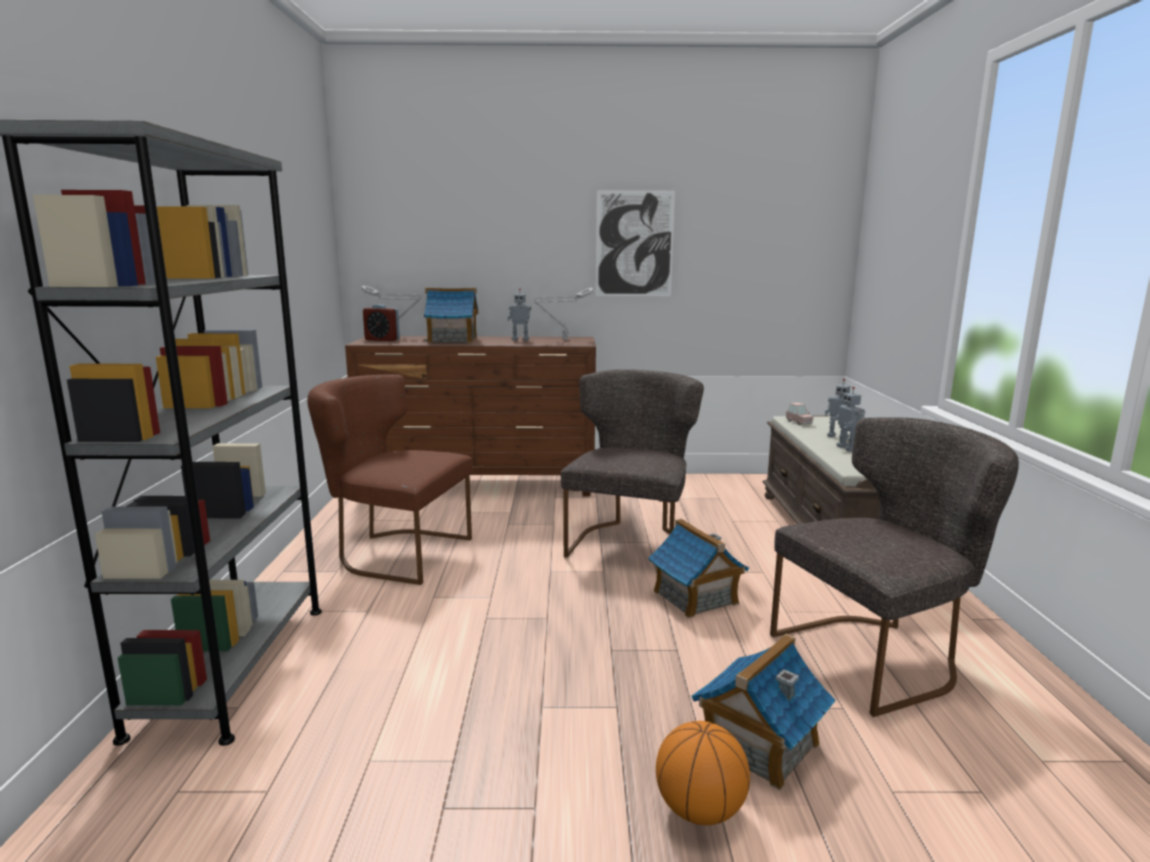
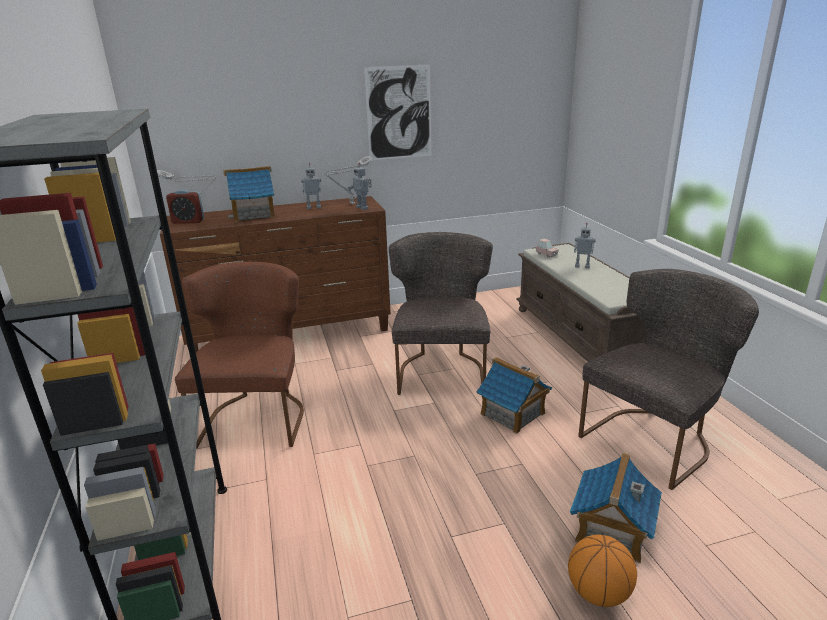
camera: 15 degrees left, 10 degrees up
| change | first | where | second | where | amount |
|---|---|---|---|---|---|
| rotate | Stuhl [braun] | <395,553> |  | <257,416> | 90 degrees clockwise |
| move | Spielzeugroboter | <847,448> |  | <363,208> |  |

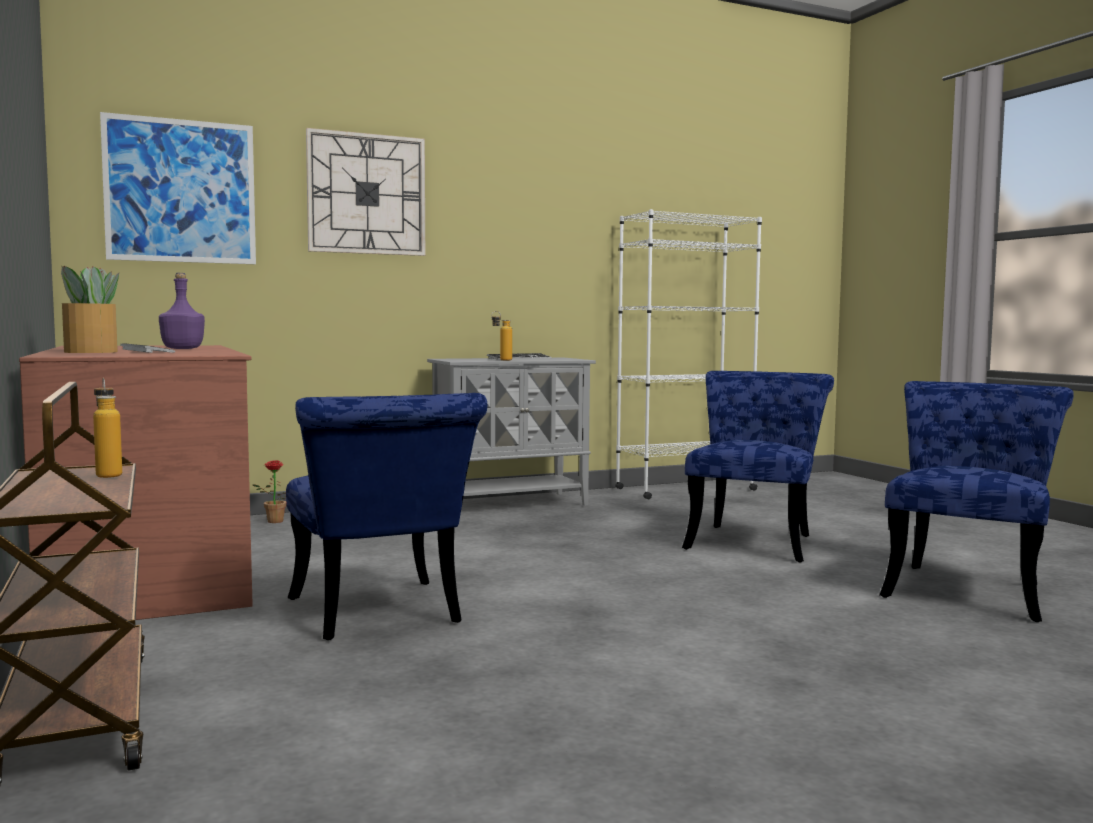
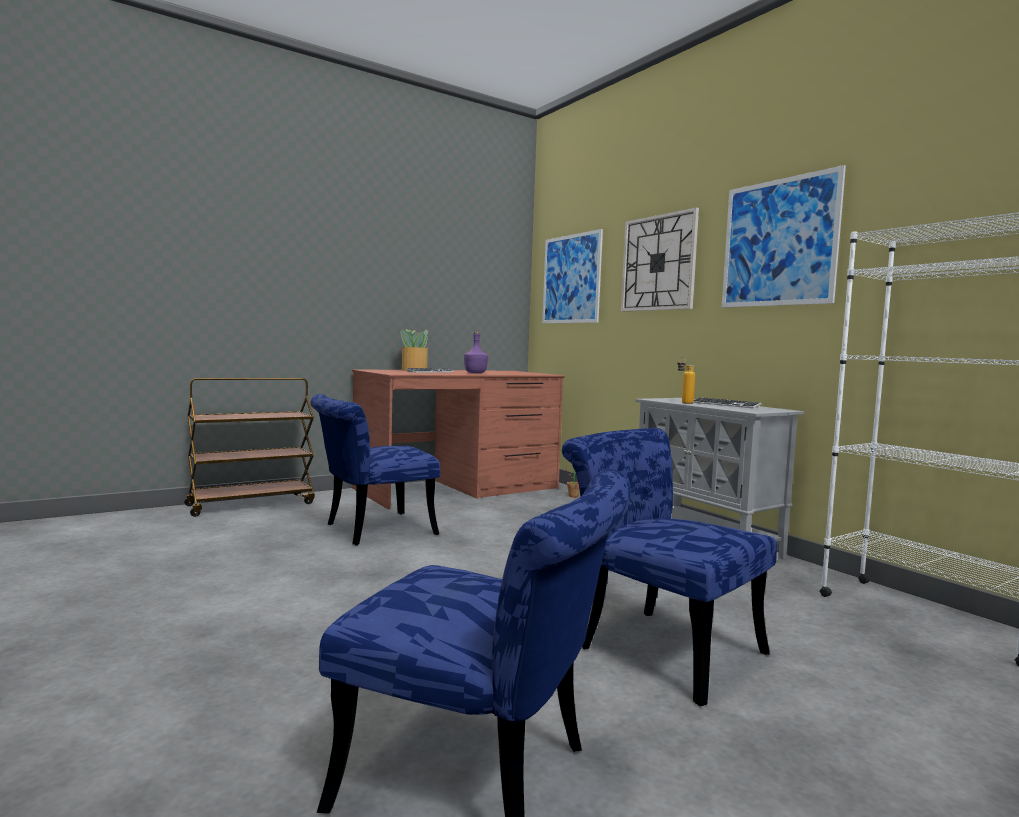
camera: 80 degrees right, 0 degrees up
| change | first | where | second | where | amount |
|---|---|---|---|---|---|
| delete | Flasche | <108,474> |  |  |  |
| rotate | Stuhl [blau] | <754,540> |  | <658,646> | 150 degrees counterclockwise |
| insert |  |  | Bild | <778,242> |  |

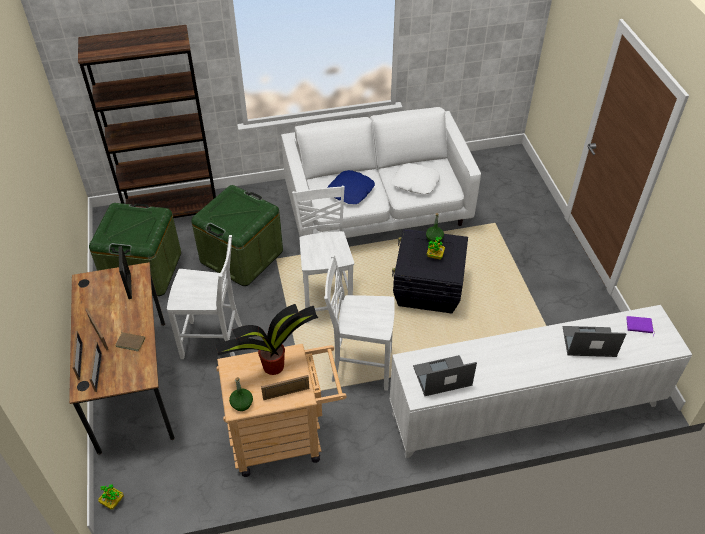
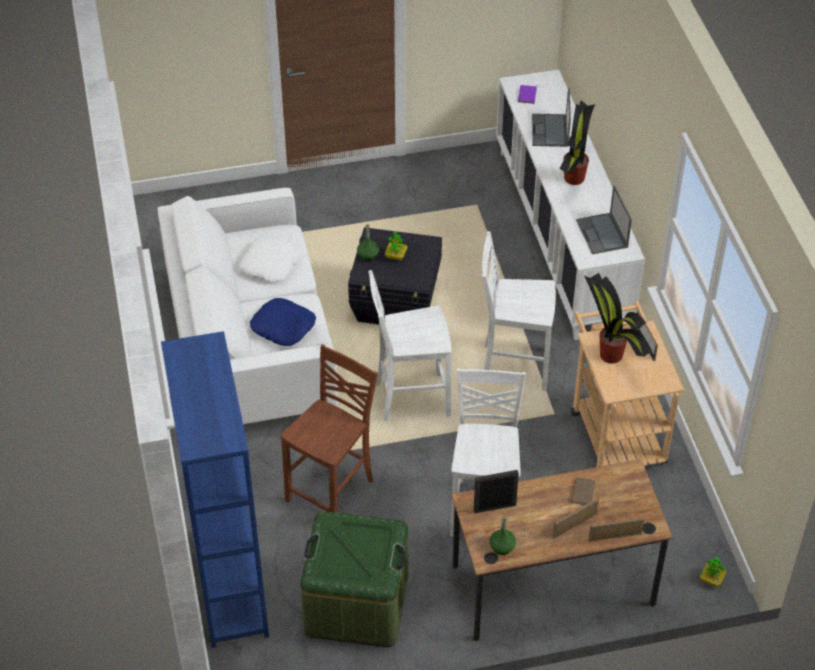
camera: 90 degrees left, 0 degrees up
| change | first | where | second | where | amount |
|---|---|---|---|---|---|
| recolor | Bücherregal [braun] | <173,209> | Bücherregal [blau] | <229,584> |  |
| delete | Bilderrahmen | <98,372> |  |  |  |
| replace | Aufbewahrungsbox [grün] | <241,256> | Stuhl [braun] | <333,490> |  |
| move | Flasche [grün] | <241,403> |  | <502,547> |  |
| rotate | Stuhl [weiß] | <360,366> |  | <513,366> | 90 degrees clockwise |
| insert |  |  | Topfpflanze | <573,179> |  |

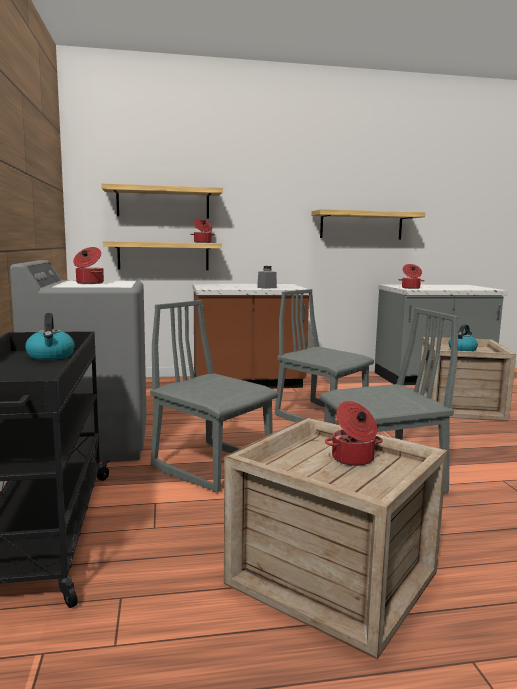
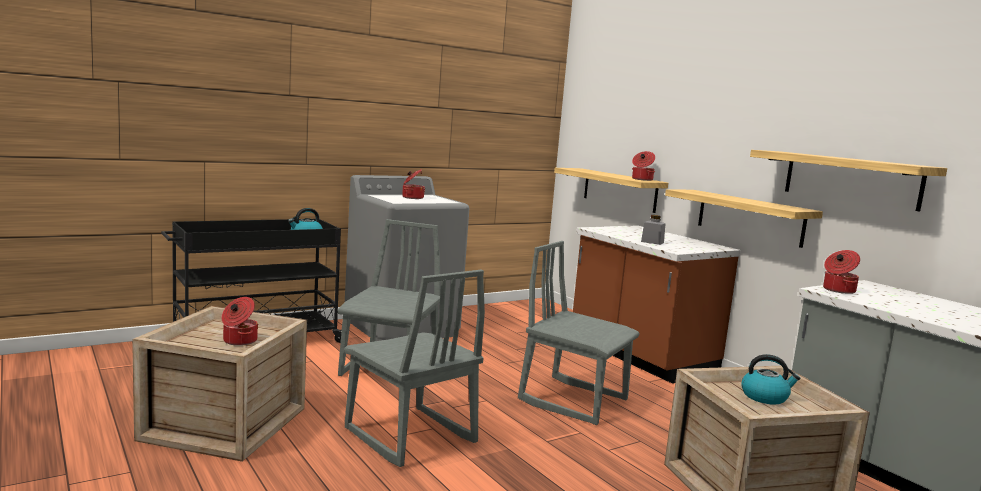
camera: 65 degrees right, 0 degrees up
| change | first | where | second | where | amount |
|---|---|---|---|---|---|
| move | Wandregal | <163,203> |  | <749,217> |  |
| rotate | Stuhl [grau] | <322,416> |  | <574,400> | 75 degrees counterclockwise |

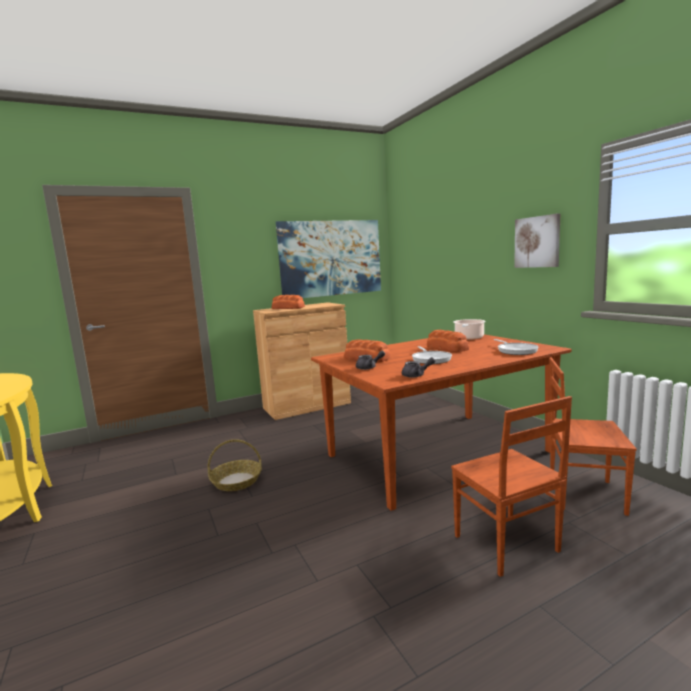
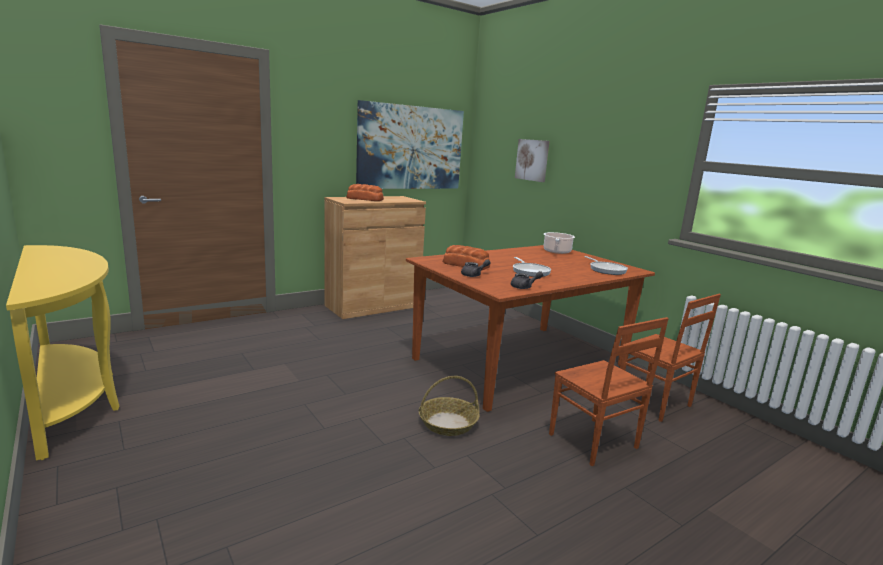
camera: 10 degrees left, 5 degrees up
| change | first | where | second | where | amount |
|---|---|---|---|---|---|
| move | Korb | <236,481> |  | <447,423> |  |
| delete | Brot | <447,348> |  |  |  |
| move | Bild | <537,242> |  | <532,160> |  |
| rotate | Stuhl [braun] | <584,494> |  | <653,403> | 135 degrees counterclockwise |

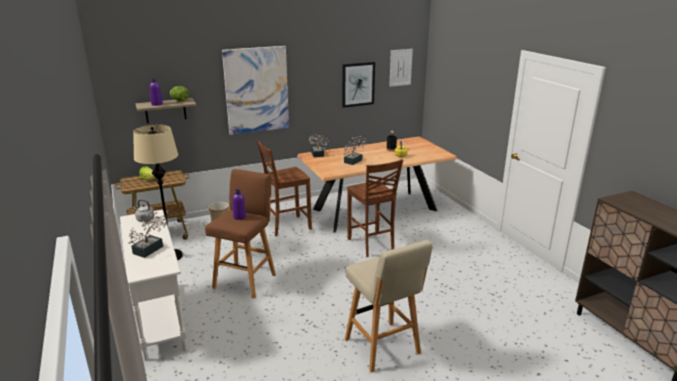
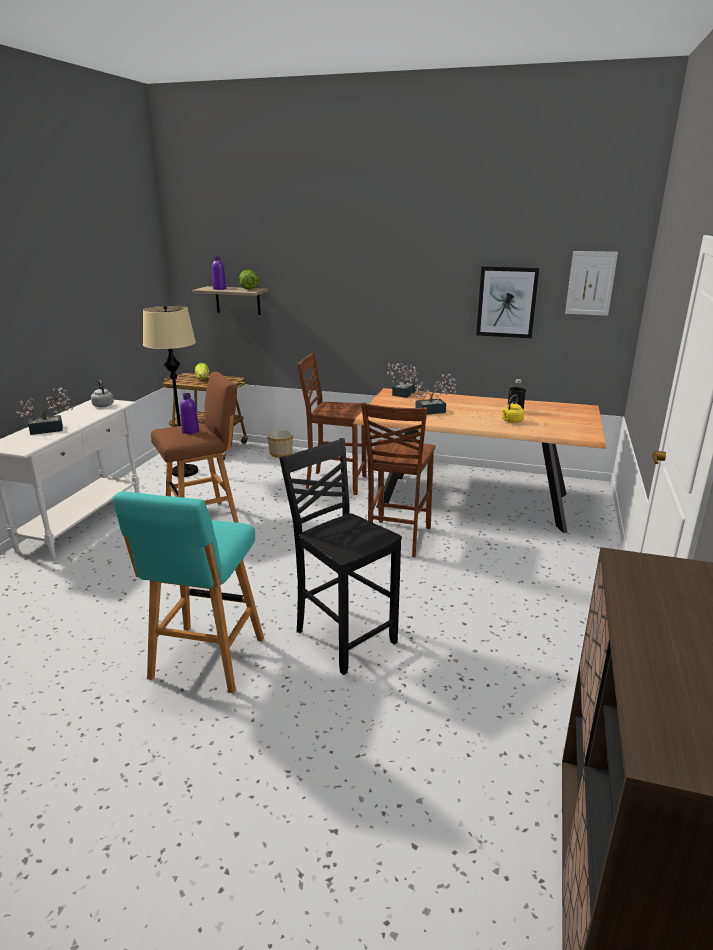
camera: 40 degrees right, 0 degrees up
| change | first | where | second | where | amount |
|---|---|---|---|---|---|
| delete | Bild | <256,90> |  |  |  |
| recolor | Hocker [beige] | <383,348> | Hocker [türkis] | <206,661> |  |
| insert |  |  | Stuhl [schwarz] | <343,636> |  |

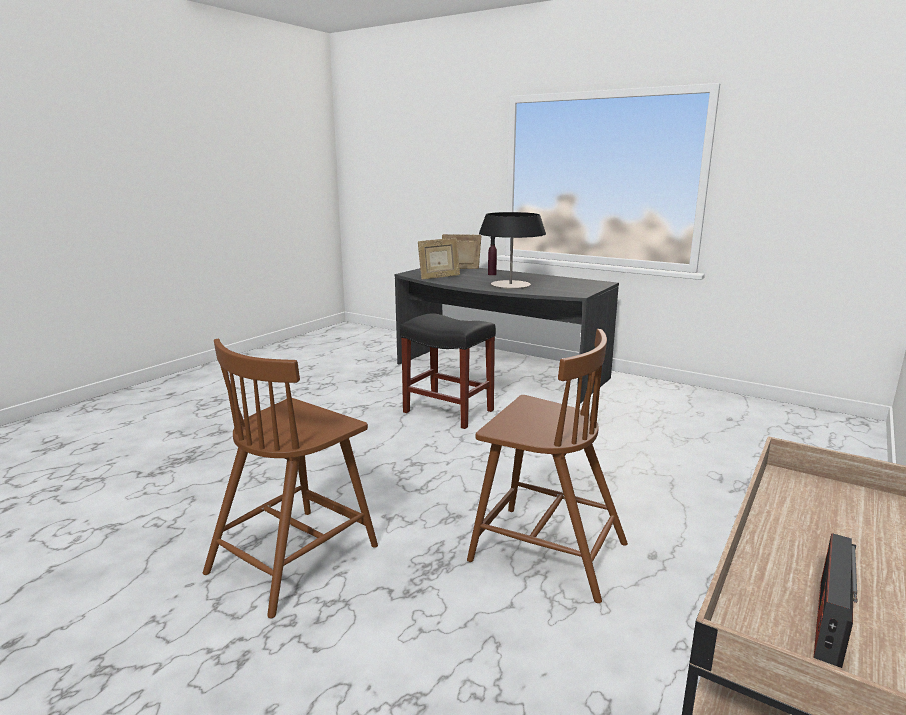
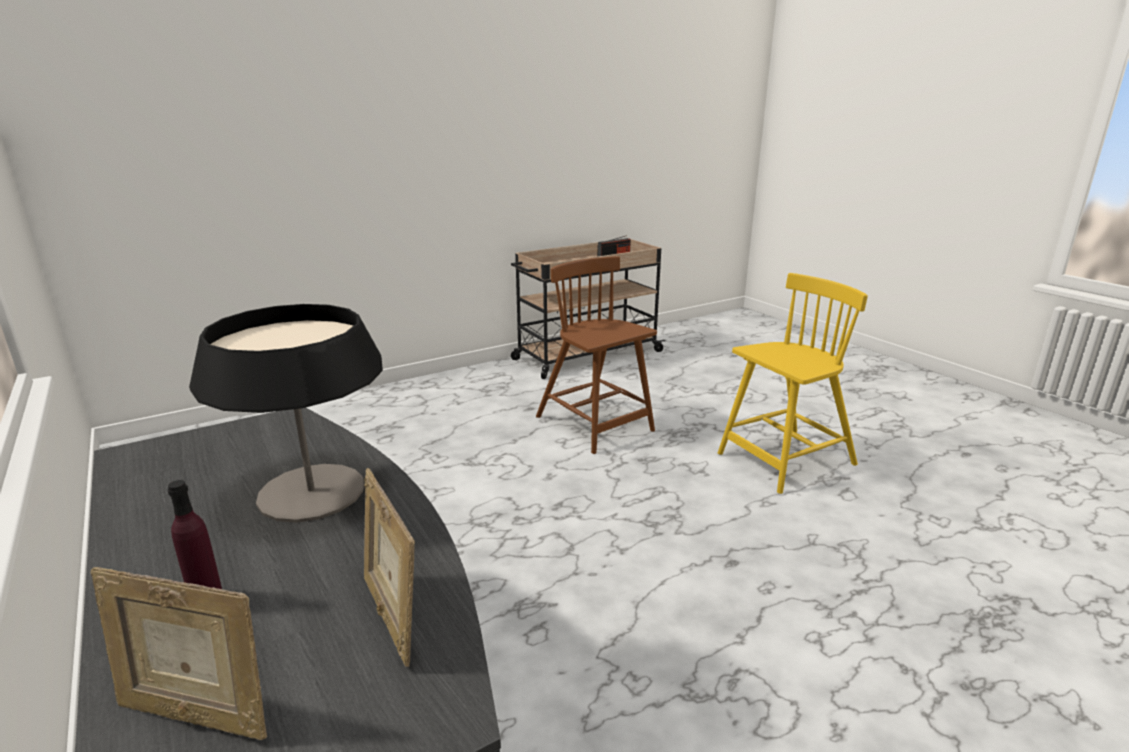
camera: 155 degrees left, 5 degrees up
| change | first | where | second | where | amount |
|---|---|---|---|---|---|
| recolor | Stuhl [braun] | <295,557> | Stuhl [gelb] | <784,460> |  |
| delete | Hocker [schwarz] | <447,411> |  |  |  |
| rotate | Bilderrahmen | <439,277> |  | <392,616> | 120 degrees counterclockwise |

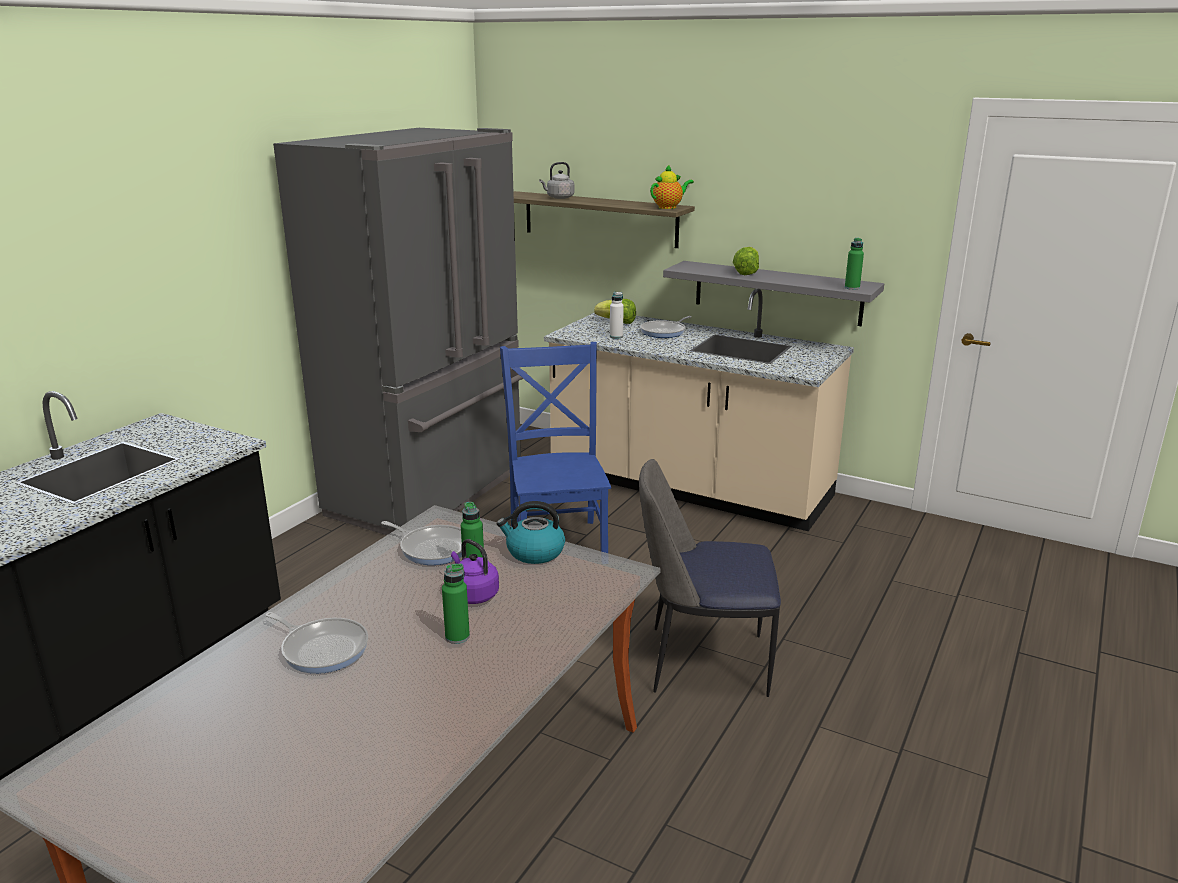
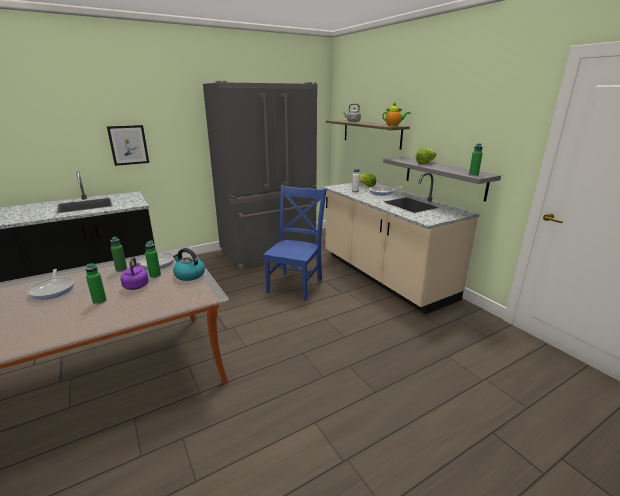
camera: 30 degrees right, 0 degrees up
| change | first | where | second | where | amount |
|---|---|---|---|---|---|
| delete | Stuhl | <703,661> |  |  |  |
| insert |  |  | Bild | <128,145> |  |
| insert |  |  | Flasche [grün] | <121,269> |  |

